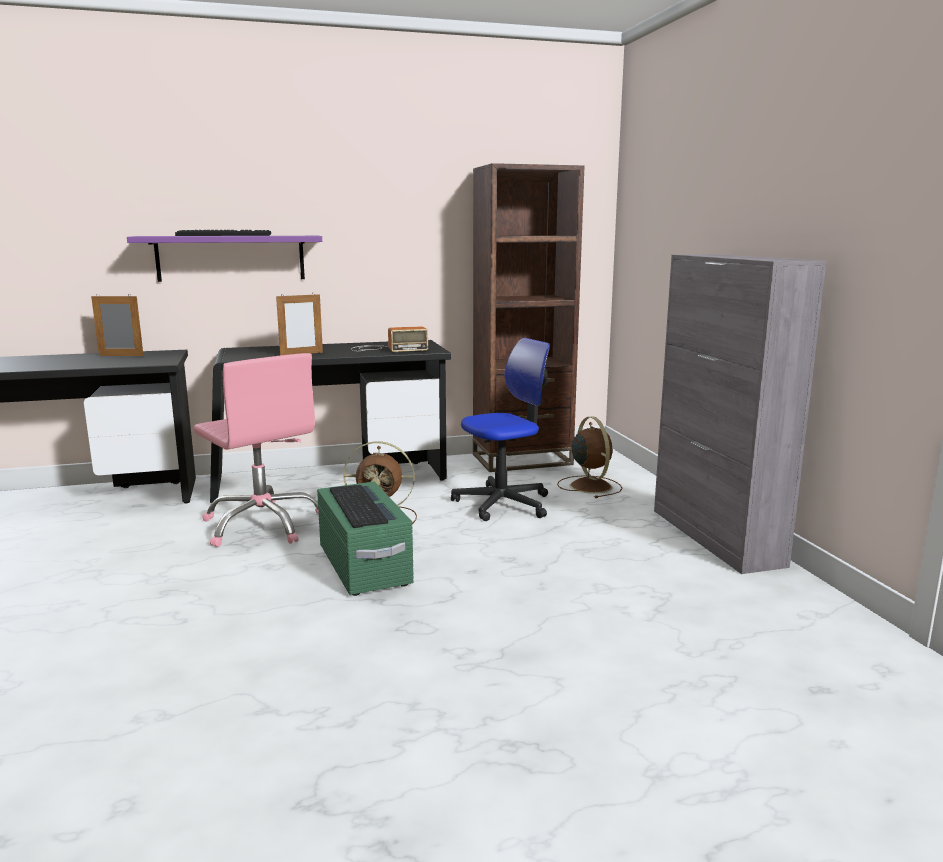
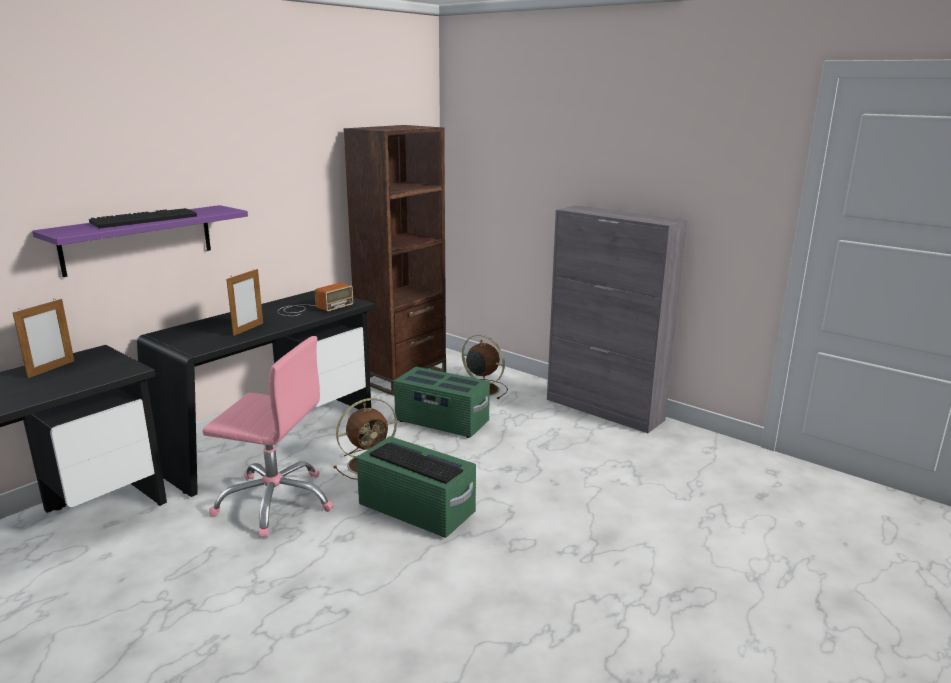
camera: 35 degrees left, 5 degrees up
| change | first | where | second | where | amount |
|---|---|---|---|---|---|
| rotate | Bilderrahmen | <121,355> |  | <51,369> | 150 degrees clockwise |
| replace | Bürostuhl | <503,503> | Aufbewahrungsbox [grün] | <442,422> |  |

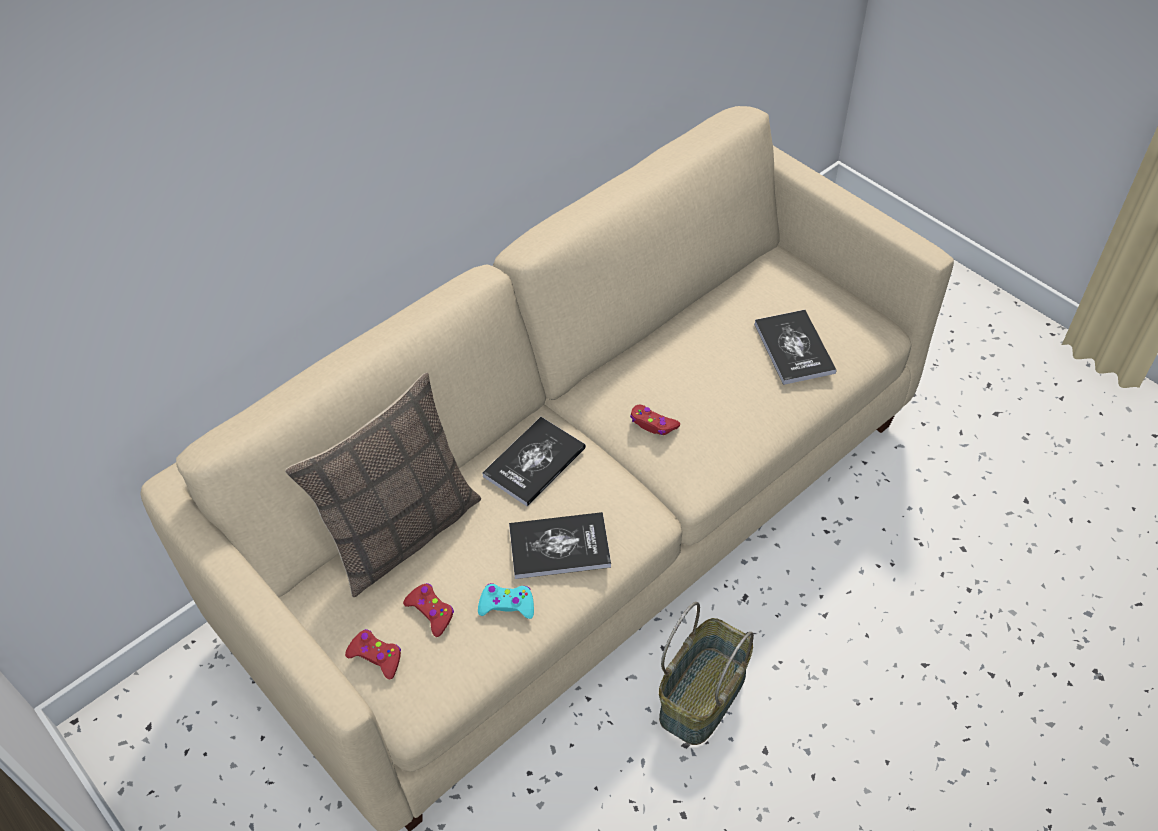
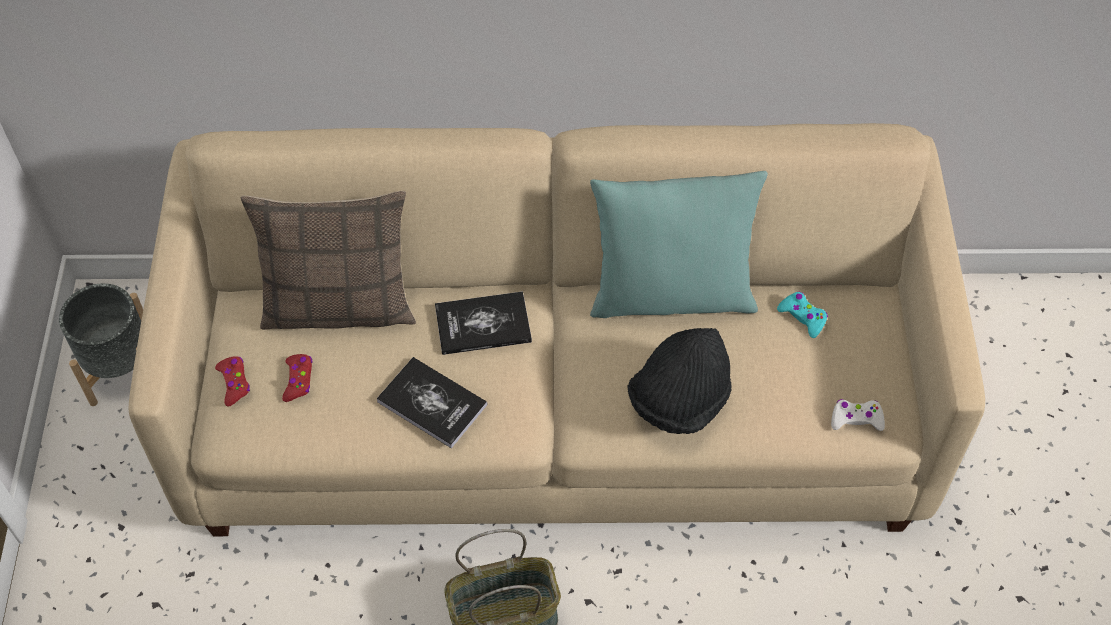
camera: 40 degrees right, 5 degrees up
| change | first | where | second | where | amount |
|---|---|---|---|---|---|
| move | Gamepad [türkis] | <507,605> |  | <803,317> |  |
| delete | Gamepad [rot] | <653,424> |  |  |  |
| delete | Buch | <794,348> |  |  |  |
| insert |  |  | Pflanzkübel [grau] | <122,369> |  |
| insert |  |  | Kissen [türkis] | <671,295> |  |
| insert |  |  | Hut [schwarz] | <679,400> |  |
| insert |  |  | Gamepad [weiß] | <856,419> |  |

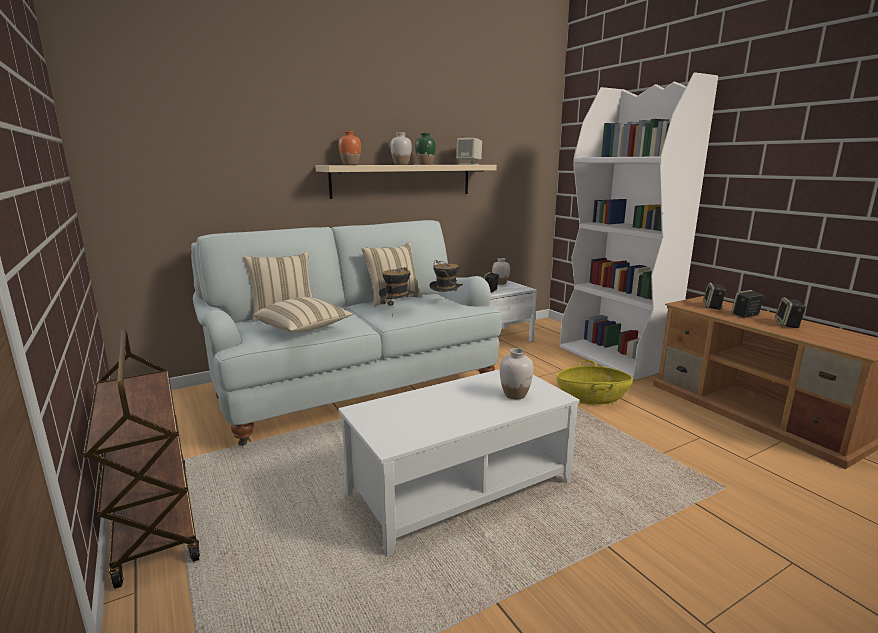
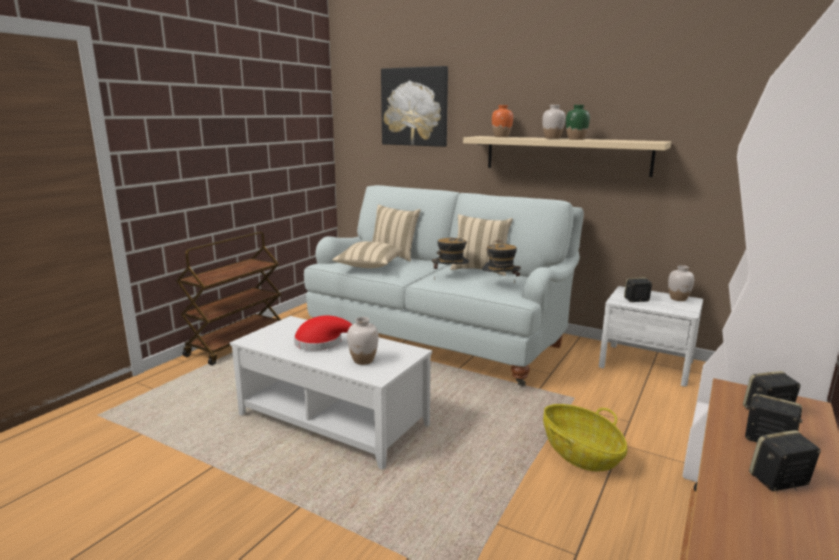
camera: 60 degrees right, 0 degrees up
| change | first | where | second | where | amount |
|---|---|---|---|---|---|
| delete | Lautsprecher [beige] | <469,164> |  |  |  |
| insert |  |  | Hut [rot] | <323,343> |  |
| insert |  |  | Bild | <414,107> |  |

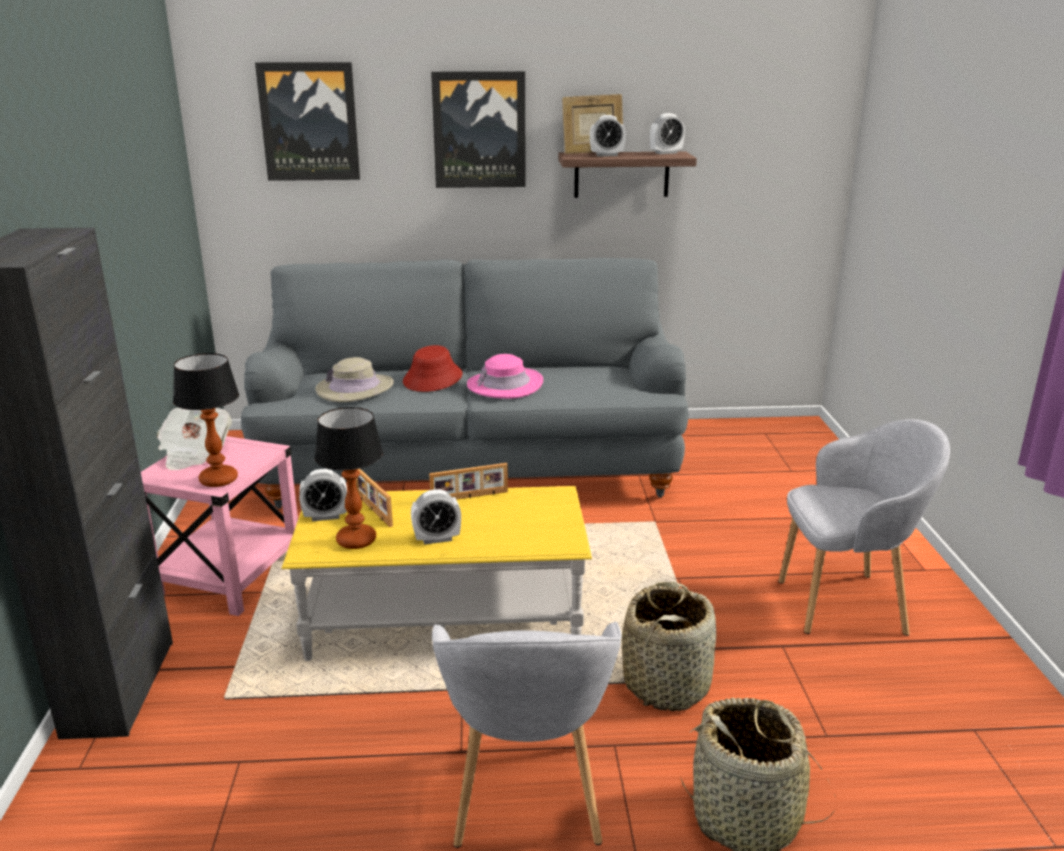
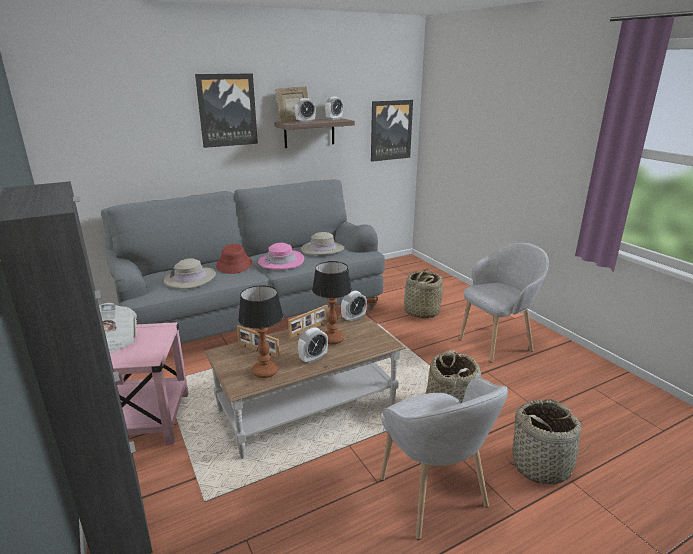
camera: 25 degrees left, 0 degrees up
| change | first | where | second | where | amount |
|---|---|---|---|---|---|
| move | Tischlampe | <219,480> |  | <333,339> |  |
| move | Bild | <309,122> |  | <390,130> |  |
| recolor | Couchtisch [gelb] | <445,619> | Couchtisch [braun] | <307,407> |  |
| move | Wecker | <325,516> |  | <353,318> |  |
| insert |  |  | Hut [beige] | <323,249> |  |
| insert |  |  | Korb | <421,312> |  |

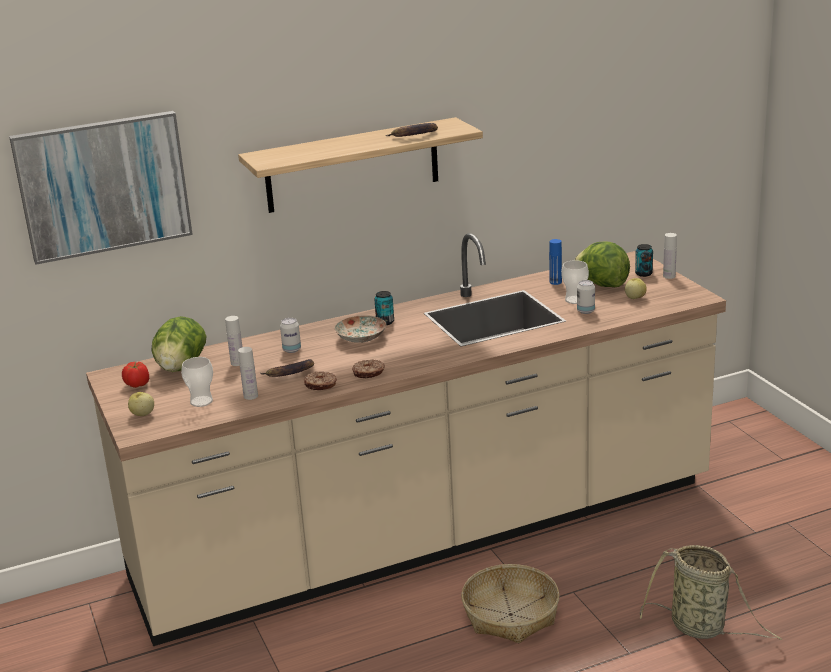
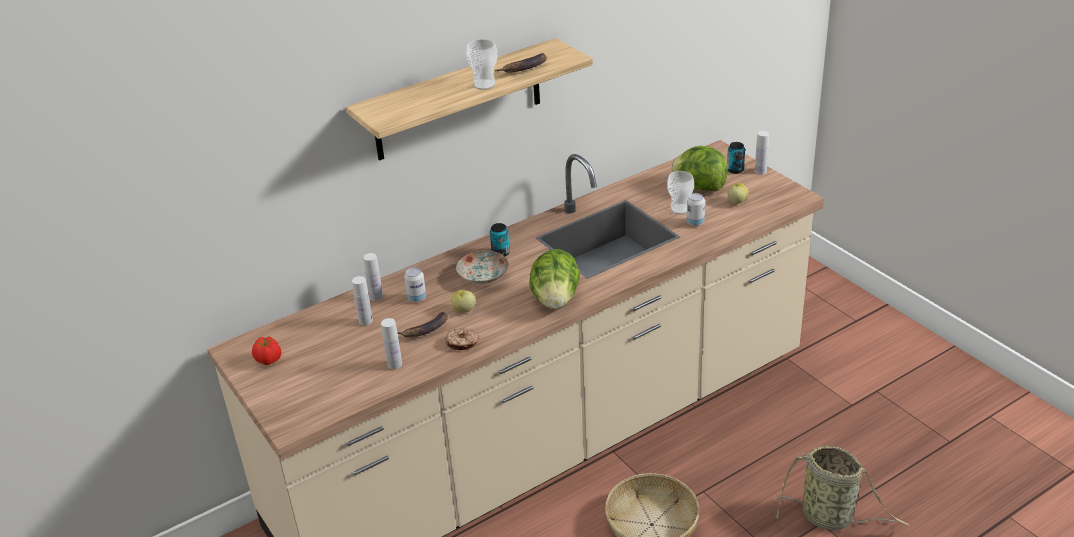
camera: 10 degrees left, 10 degrees up
| change | first | where | second | where | amount |
|---|---|---|---|---|---|
| delete | Bild | <103,186> |  |  |  |
| move | Apfel | <142,414> |  | <463,310> |  |
| move | Salatkopf | <181,367> |  | <556,299> |  |
| move | Tasse | <201,401> |  | <484,85> |  |
| delete | Donut | <368,373> |  |  |  |
| delete | Flasche [blau] | <555,282> |  |  |  |
| insert |  |  | Flasche [weiß] | <376,297> |  |

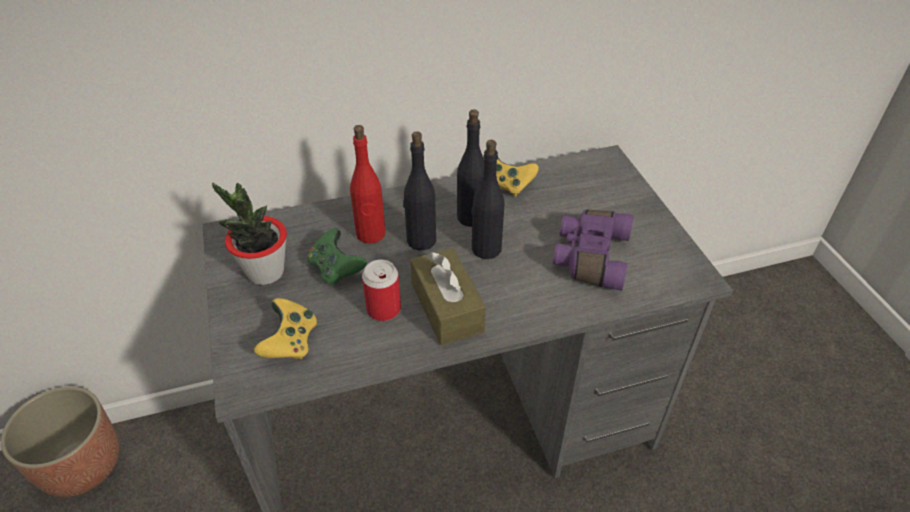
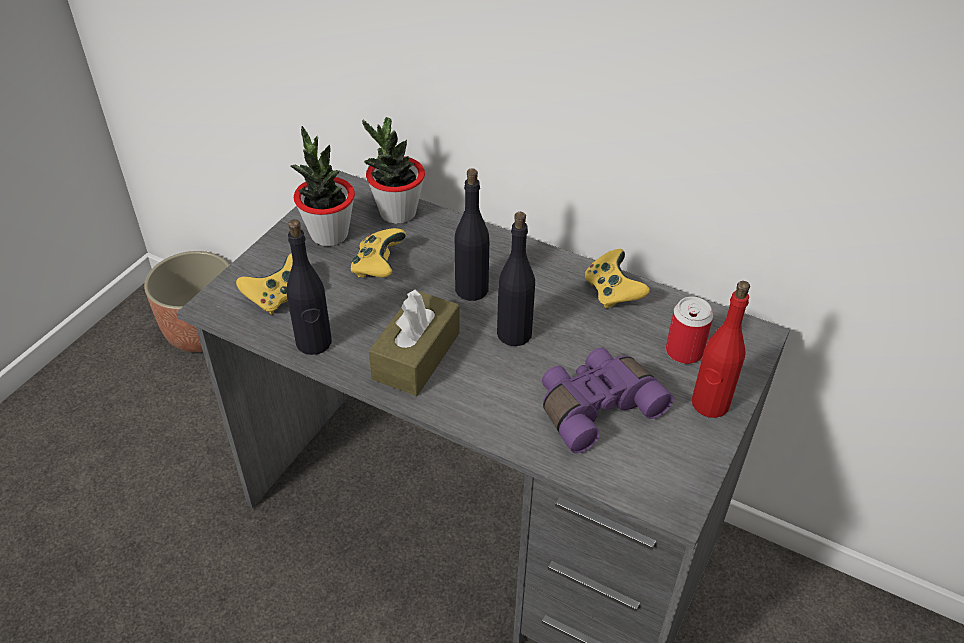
camera: 45 degrees right, 0 degrees up
| change | first | where | second | where | amount |
|---|---|---|---|---|---|
| recolor | Gamepad [grün] | <336,269> | Gamepad [gelb] | <378,267> |  |
| move | Flasche [rot] | <370,234> |  | <710,404> |  |
| move | Dose | <383,309> |  | <684,352> |  |
| move | Flasche [schwarz] | <471,217> |  | <314,343> |  |
| insert |  |  | Topfpflanze | <397,213> |  |

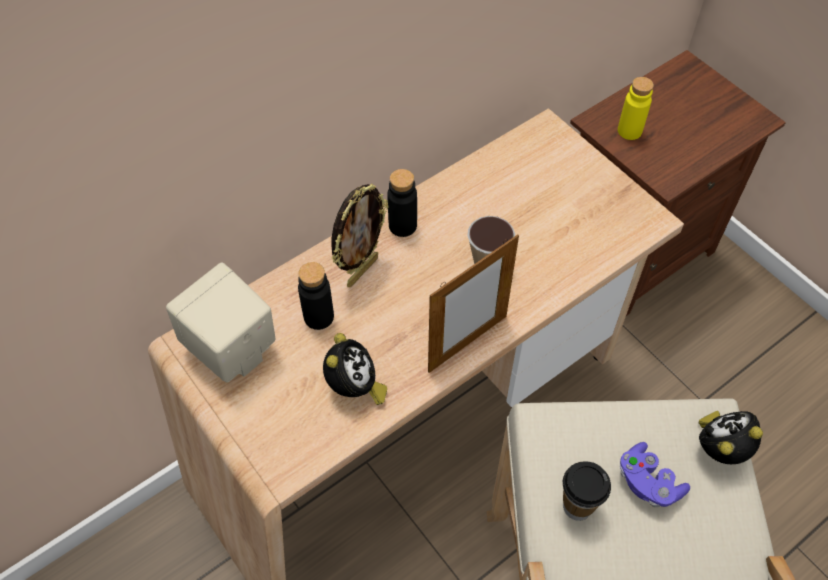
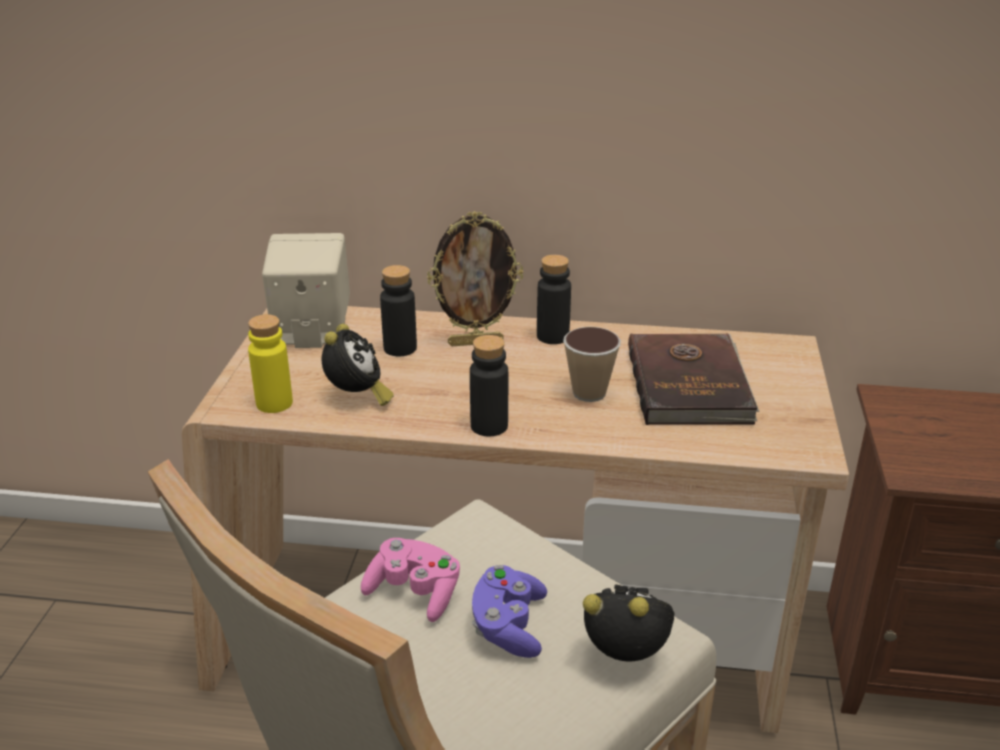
camera: 45 degrees right, 25 degrees down
| change | first | where | second | where | amount |
|---|---|---|---|---|---|
| rotate | Wecker | <354,388> |  | <357,397> | 45 degrees counterclockwise |
| replace | Bilderrahmen | <467,343> | Flasche [schwarz] | <489,426> |  |
| replace | Tasse | <577,506> | Gamepad [rosa] | <414,593> |  |
| move | Flasche [gelb] | <629,131> |  | <274,403> |  |
| insert |  |  | Buch [braun] | <690,384> |  |

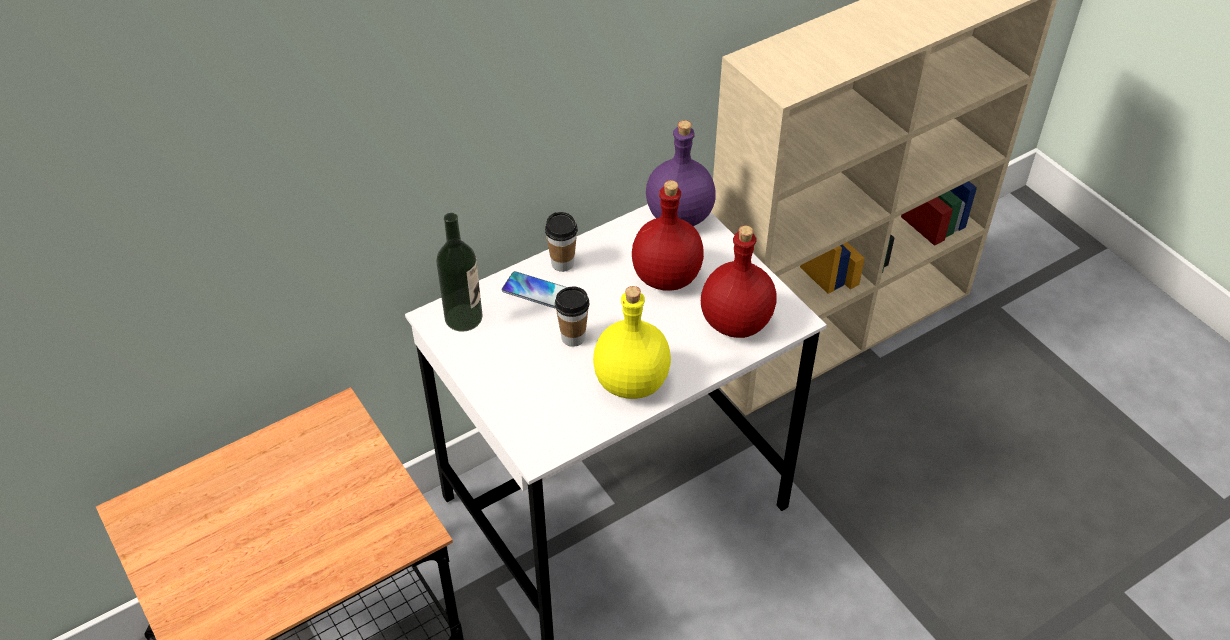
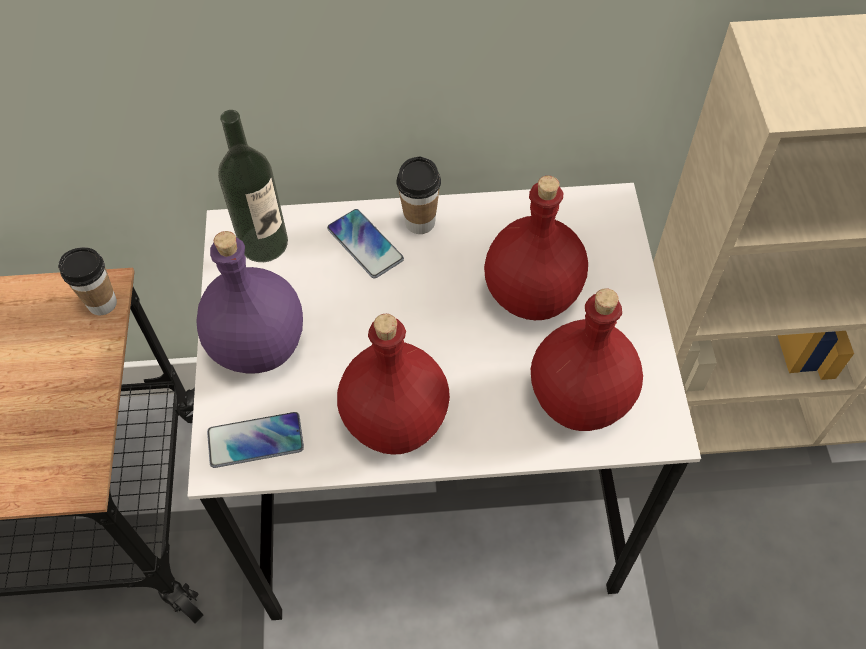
camera: 30 degrees right, 10 degrees up
| change | first | where | second | where | amount |
|---|---|---|---|---|---|
| move | Tasse | <573,337> |  | <102,303> |  |
| recolor | Flasche [gelb] | <630,383> | Flasche [rot] | <393,421> |  |
| move | Flasche [lila] | <680,217> |  | <260,346> |  |
| insert |  |  | Handy | <255,440> |  |

